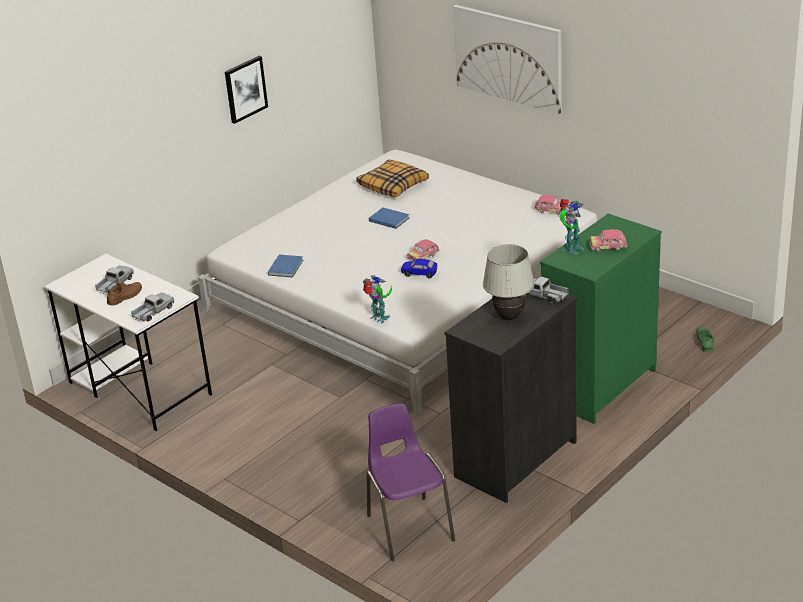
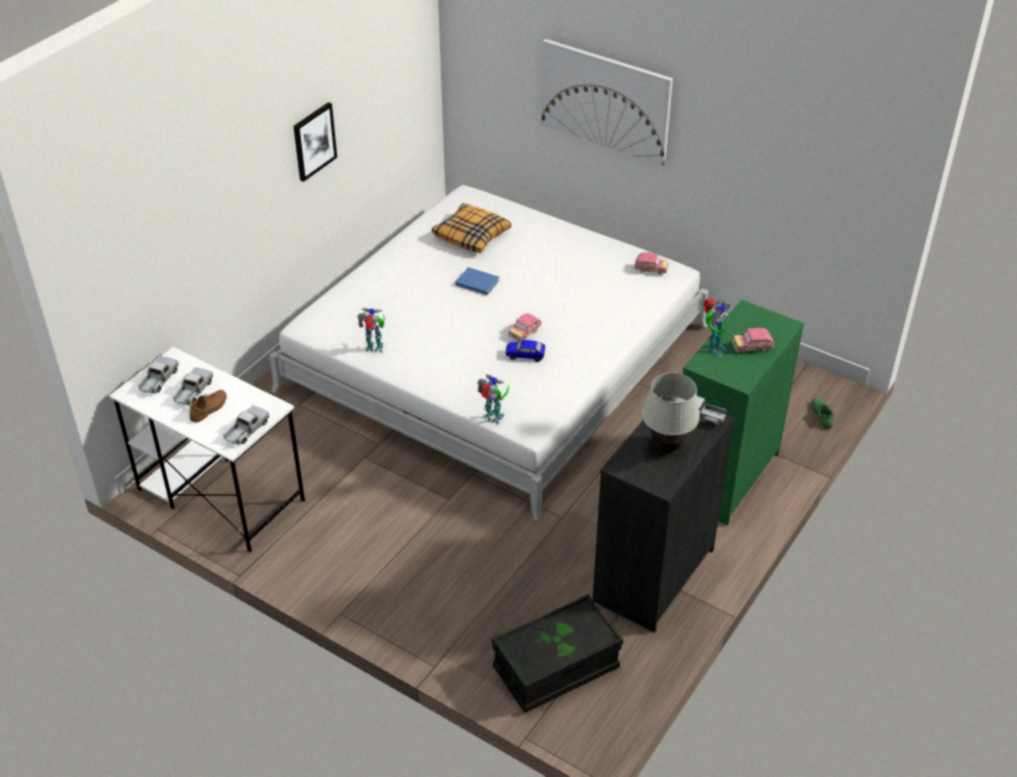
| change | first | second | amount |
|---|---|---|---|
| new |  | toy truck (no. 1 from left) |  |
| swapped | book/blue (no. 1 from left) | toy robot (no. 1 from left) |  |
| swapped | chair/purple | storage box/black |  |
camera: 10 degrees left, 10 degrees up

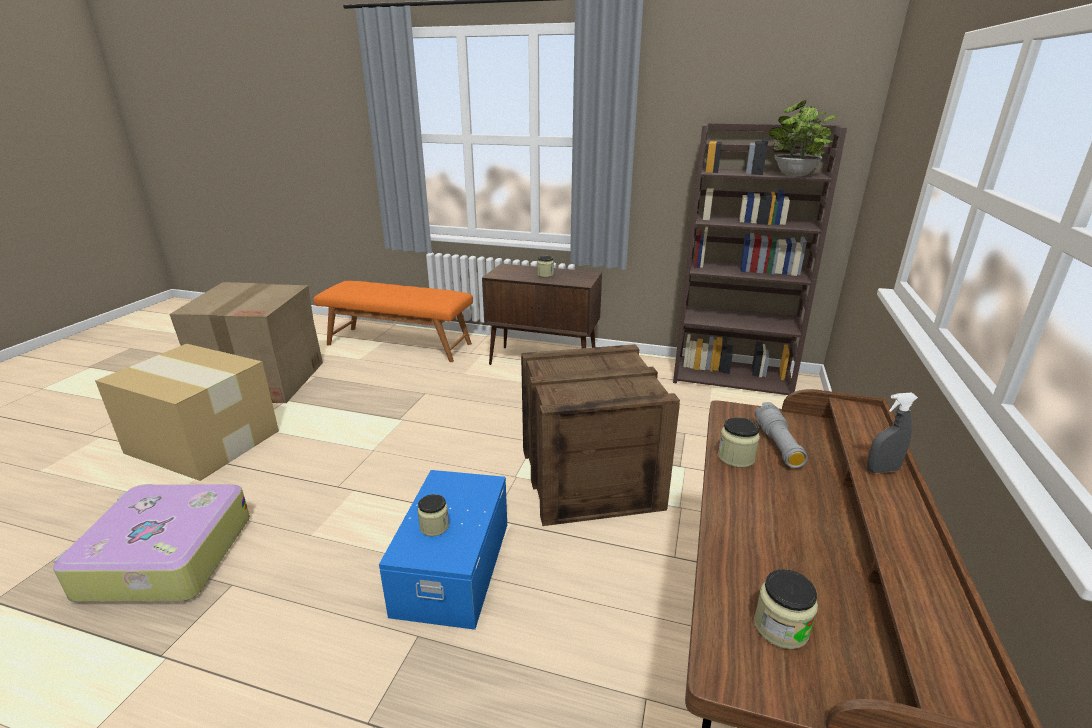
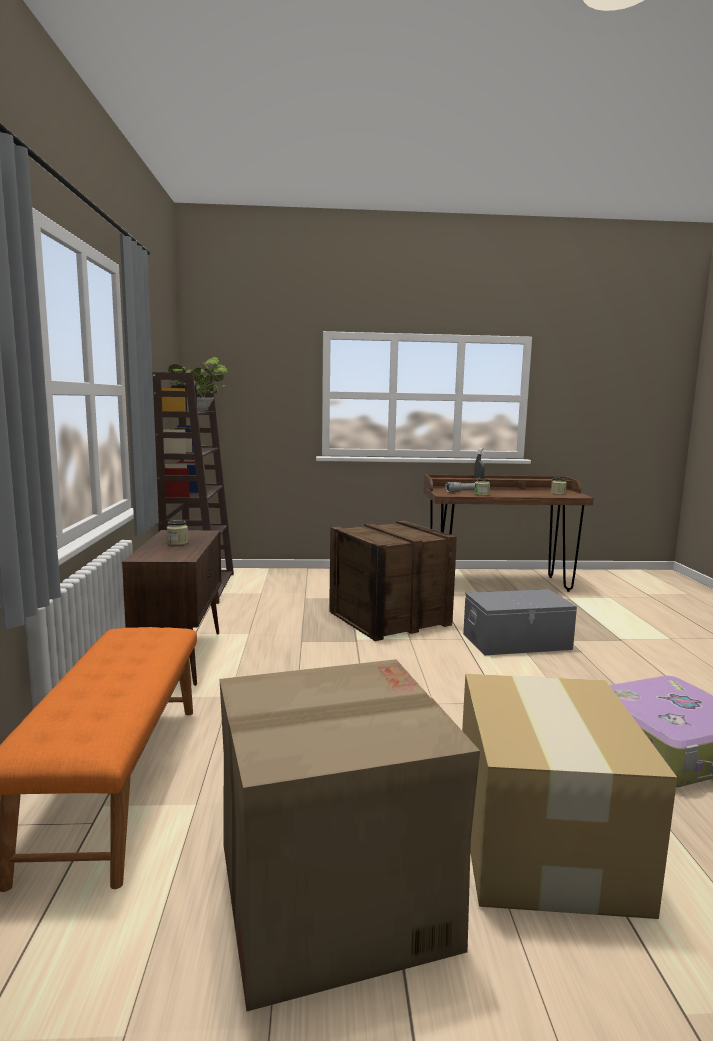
| change | first | second | amount |
|---|---|---|---|
| gone | jar (no. 1 from left) |  |  |
| repainted | storage box/blue | storage box/grey |  |
camera: 110 degrees left, 15 degrees down

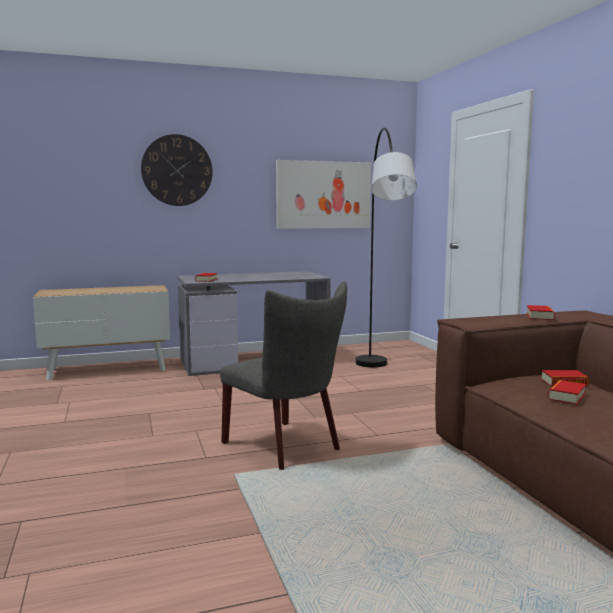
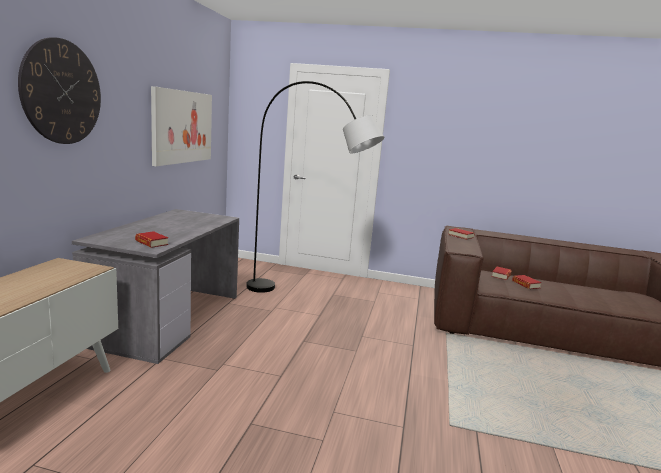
| change | first | second | amount |
|---|---|---|---|
| gone | chair/grey |  |  |
camera: 60 degrees left, 5 degrees up

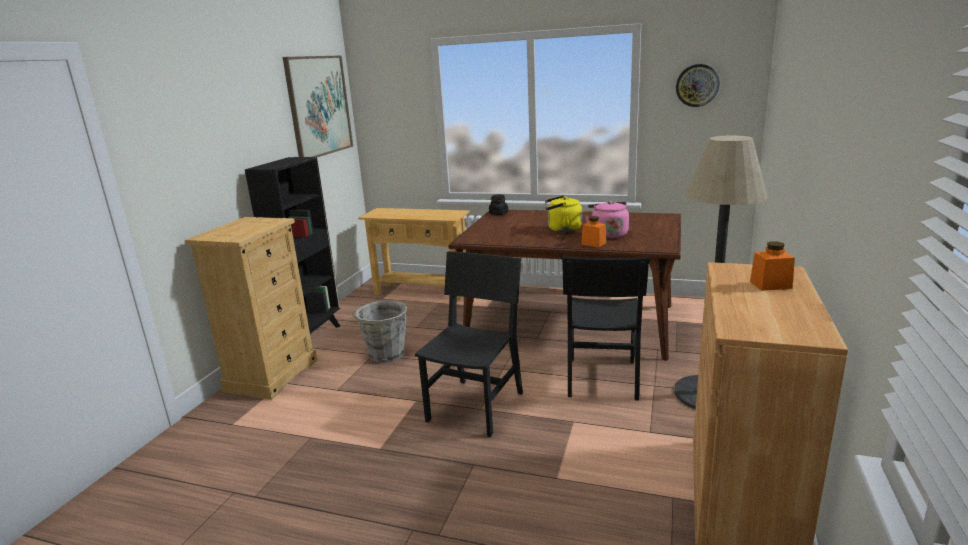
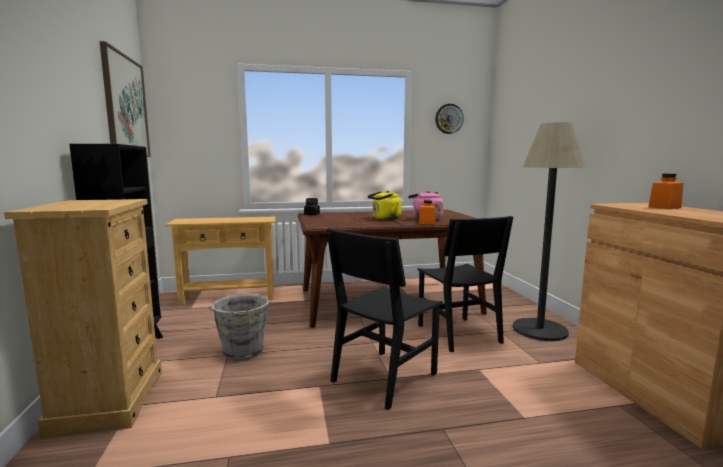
| change | first | second | amount |
|---|---|---|---|
| rotated | chair/black (no. 1 from left) |  | 135 degrees counterclockwise |
camera: 30 degrees left, 10 degrees down

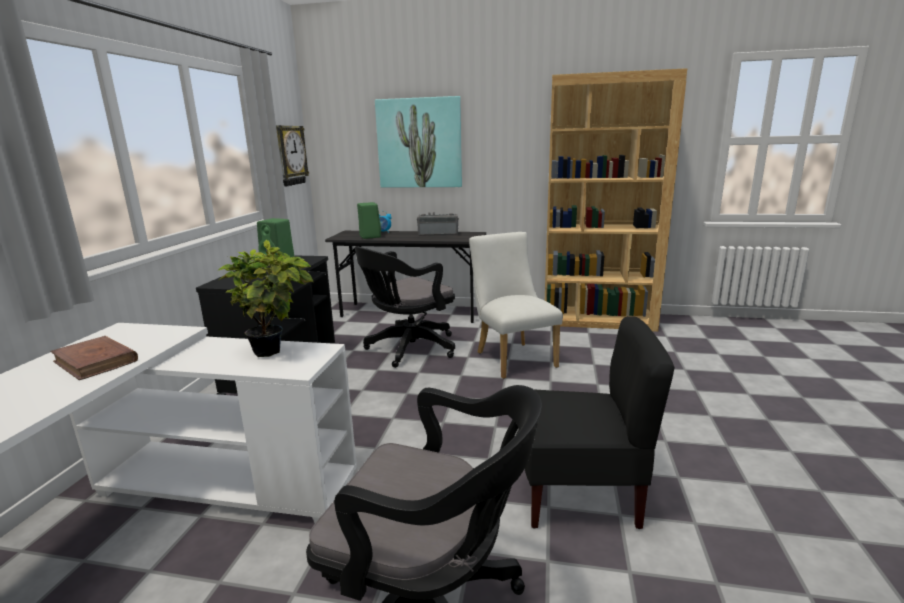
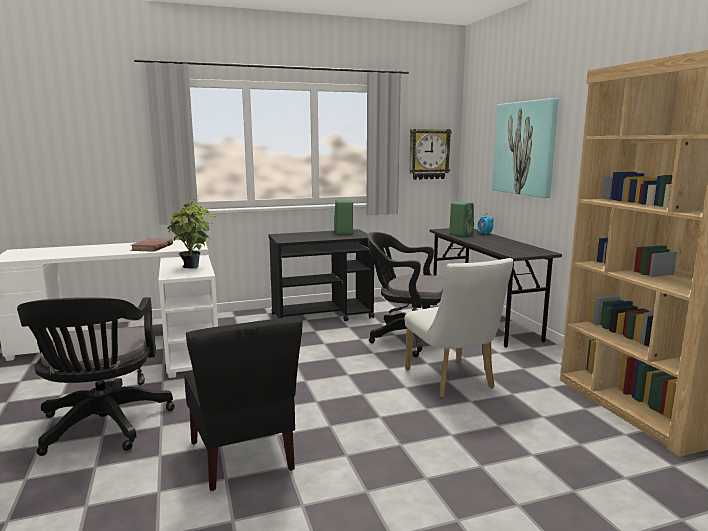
| change | first | second | amount |
|---|---|---|---|
| gone | radio |  |  |
| rotated | chair/white |  | 120 degrees clockwise |
camera: 60 degrees right, 5 degrees down

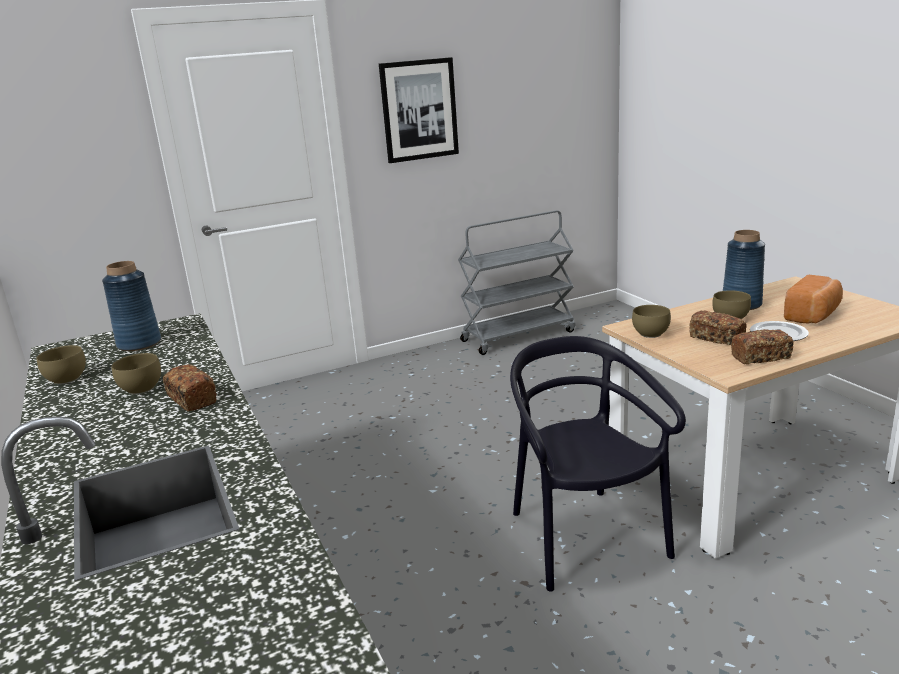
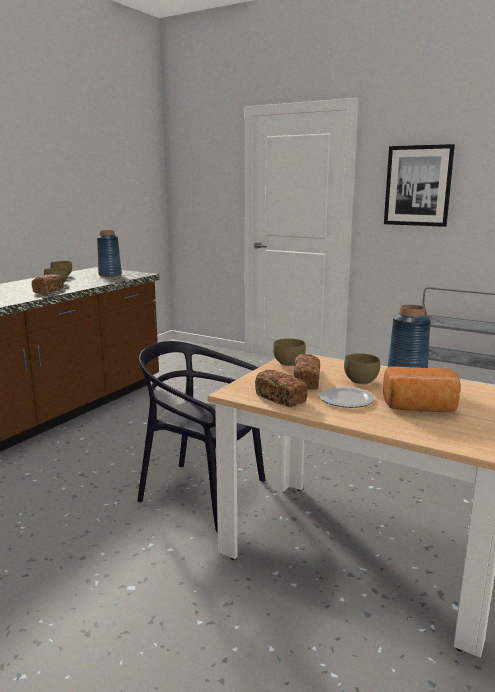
| change | first | second | amount |
|---|---|---|---|
| rotated | chair/black |  | 105 degrees counterclockwise |
camera: 55 degrees right, 5 degrees down

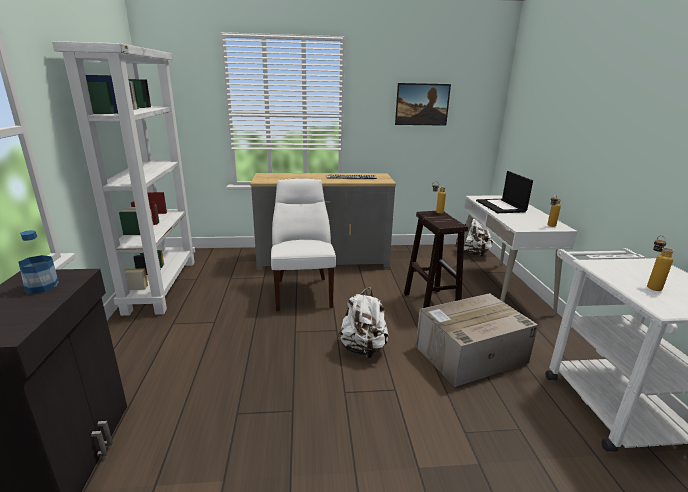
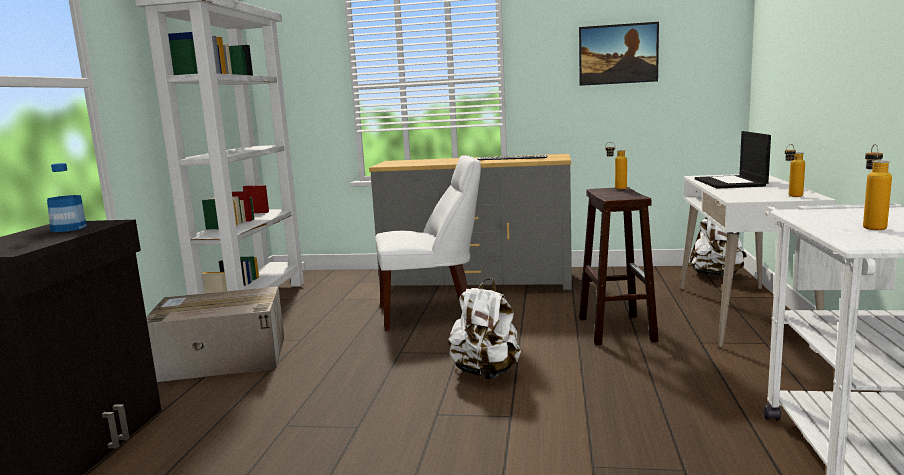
| change | first | second | amount |
|---|---|---|---|
| shifted | cardboard box |  |  |
| rotated | chair/white |  | 75 degrees clockwise |
camera: 15 degrees right, 10 degrees down

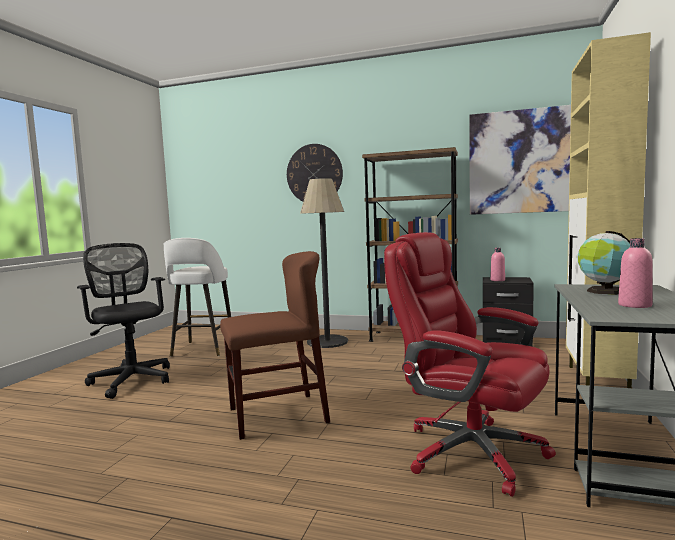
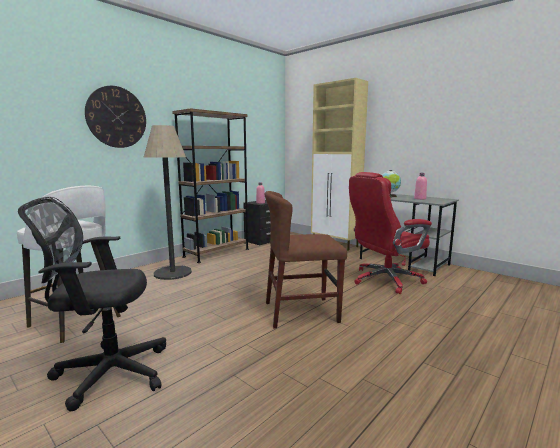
| change | first | second | amount |
|---|---|---|---|
| gone | picture |  |  |
| rotated | chair/brown |  | 105 degrees counterclockwise |
camera: 65 degrees left, 5 degrees up

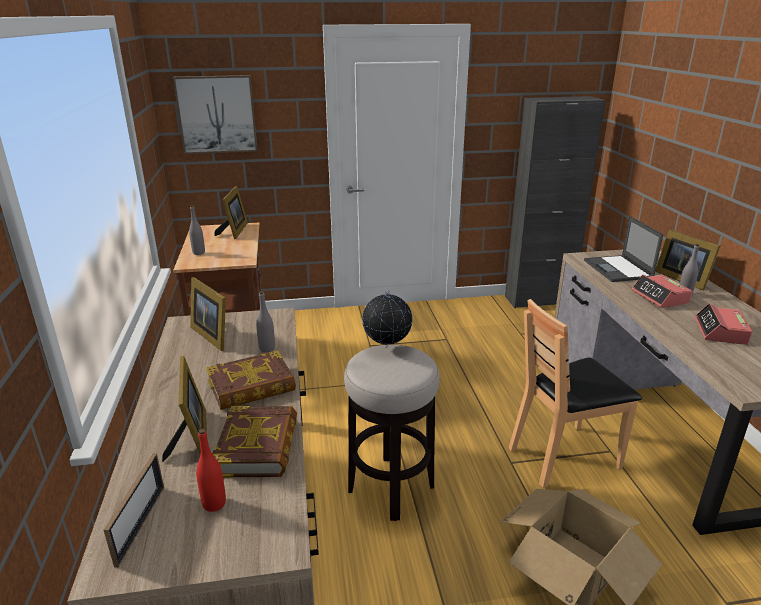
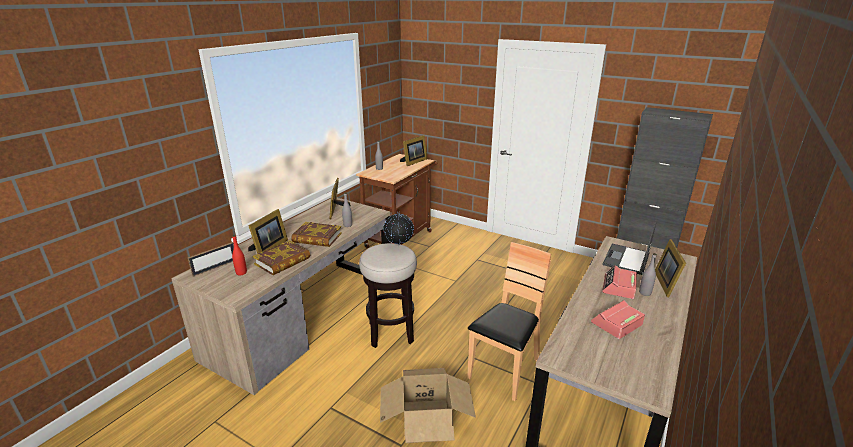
| change | first | second | amount |
|---|---|---|---|
| gone | picture |  |  |
| rotated | chair/brown |  | 105 degrees clockwise |
camera: 40 degrees right, 0 degrees up

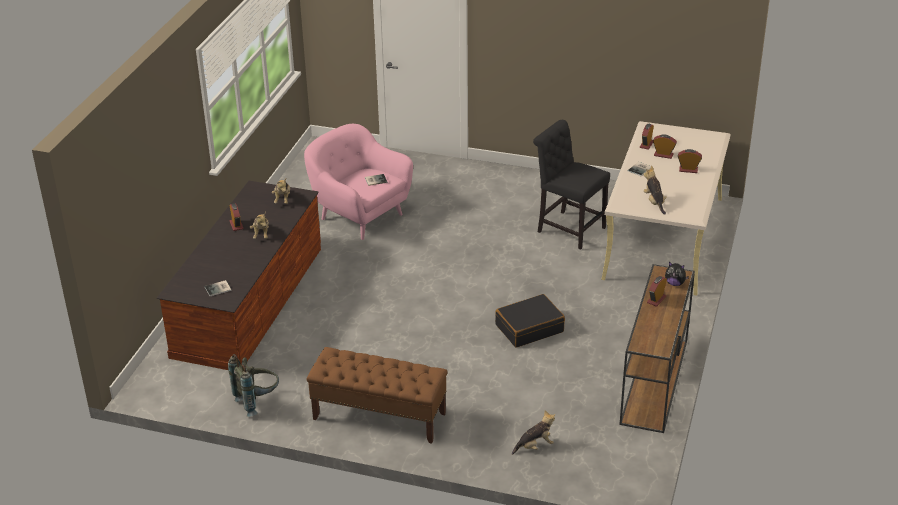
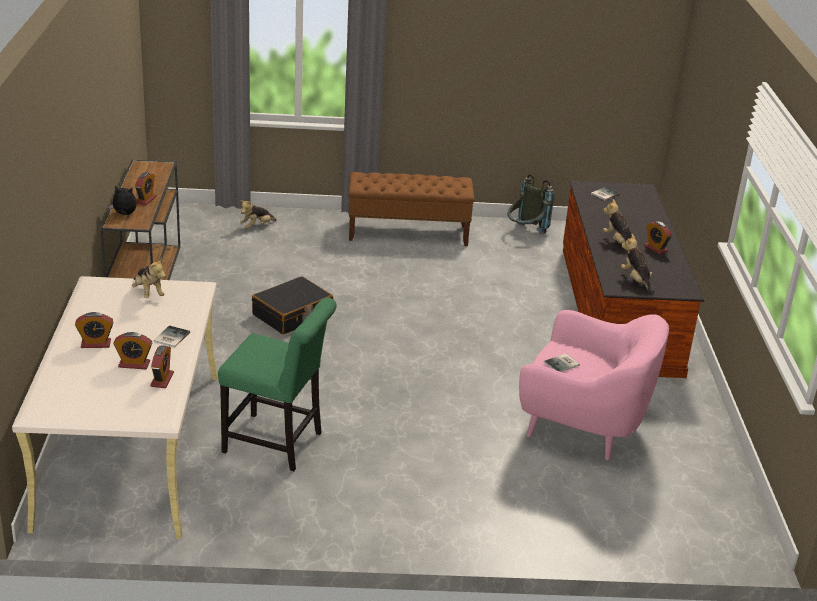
| change | first | second | amount |
|---|---|---|---|
| repainted | chair/black | chair/green |  |
camera: 160 degrees right, 5 degrees down

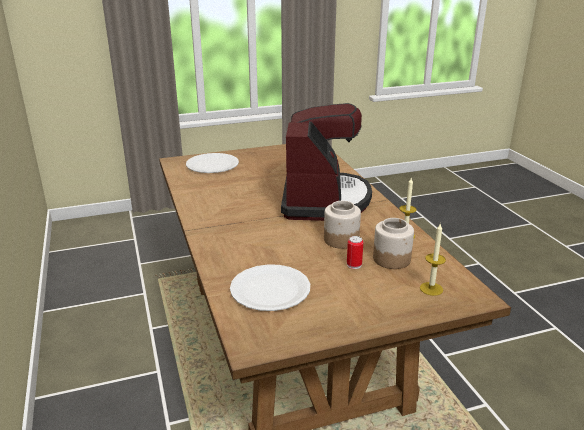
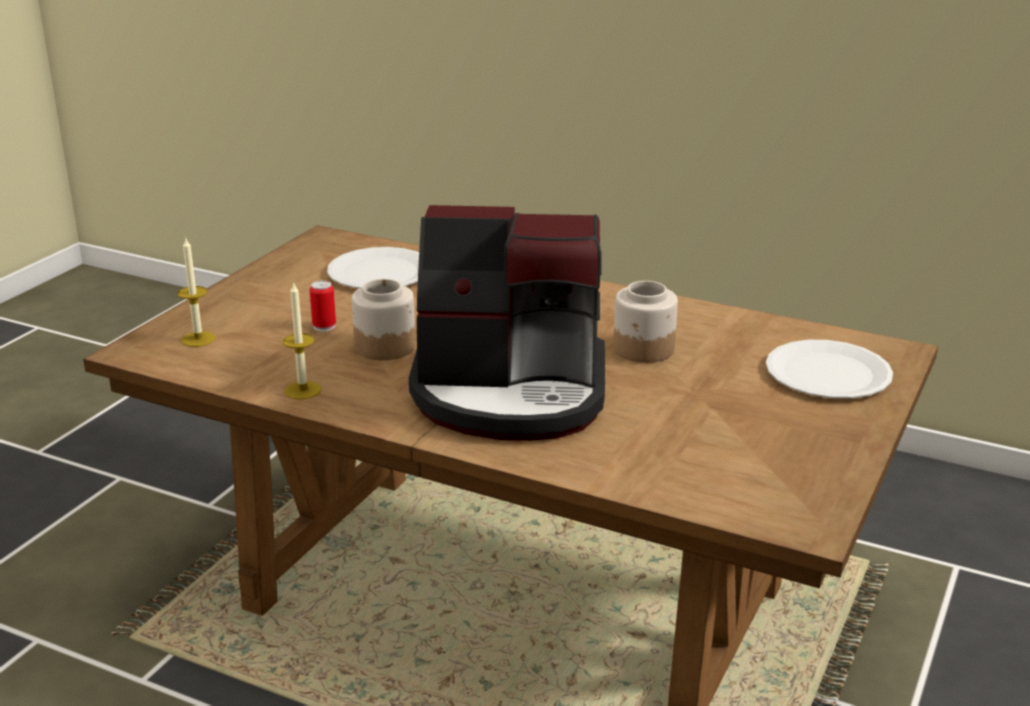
| change | first | second | amount |
|---|---|---|---|
| shifted | jar (no. 2 from left) |  |  |
| rotated | coffee machine |  | 45 degrees counterclockwise |
camera: 135 degrees right, 0 degrees up

